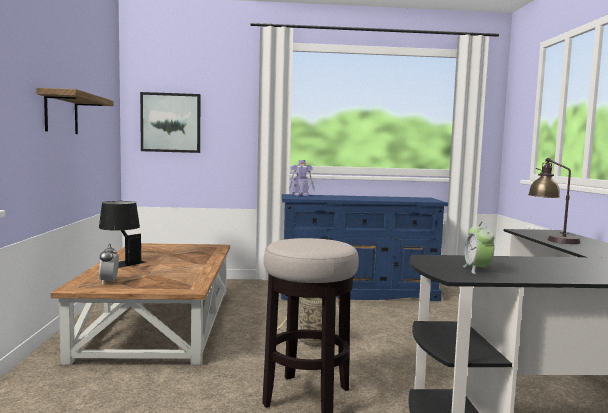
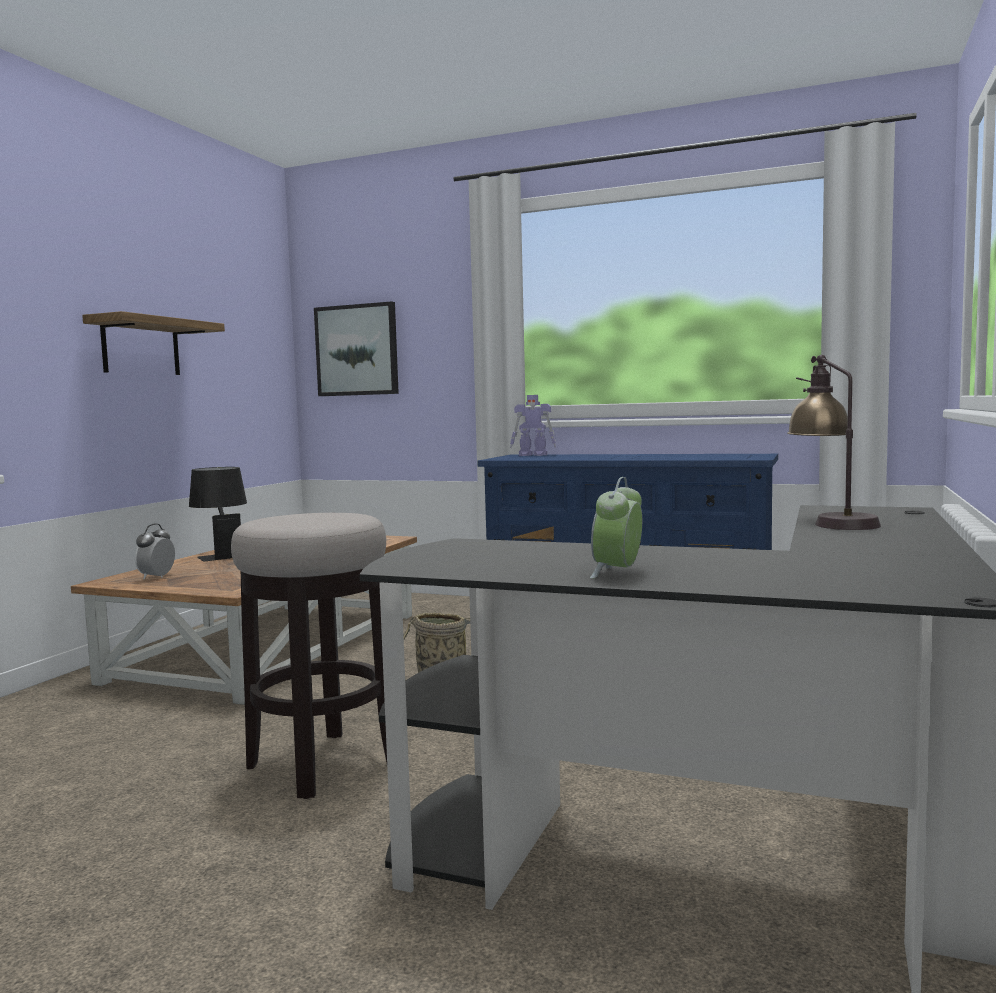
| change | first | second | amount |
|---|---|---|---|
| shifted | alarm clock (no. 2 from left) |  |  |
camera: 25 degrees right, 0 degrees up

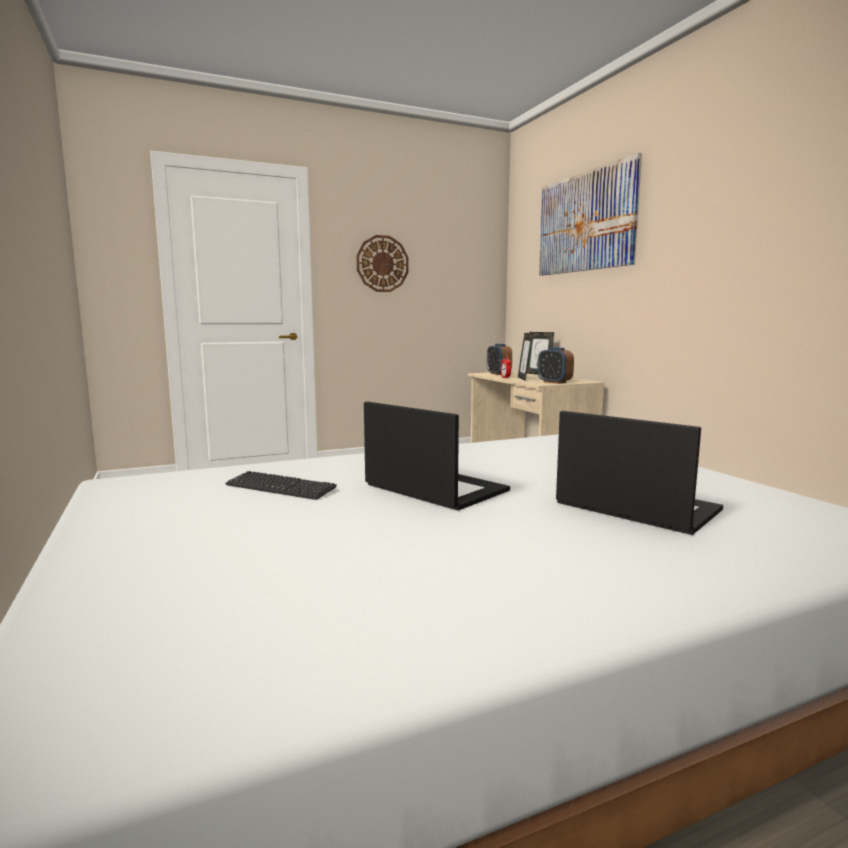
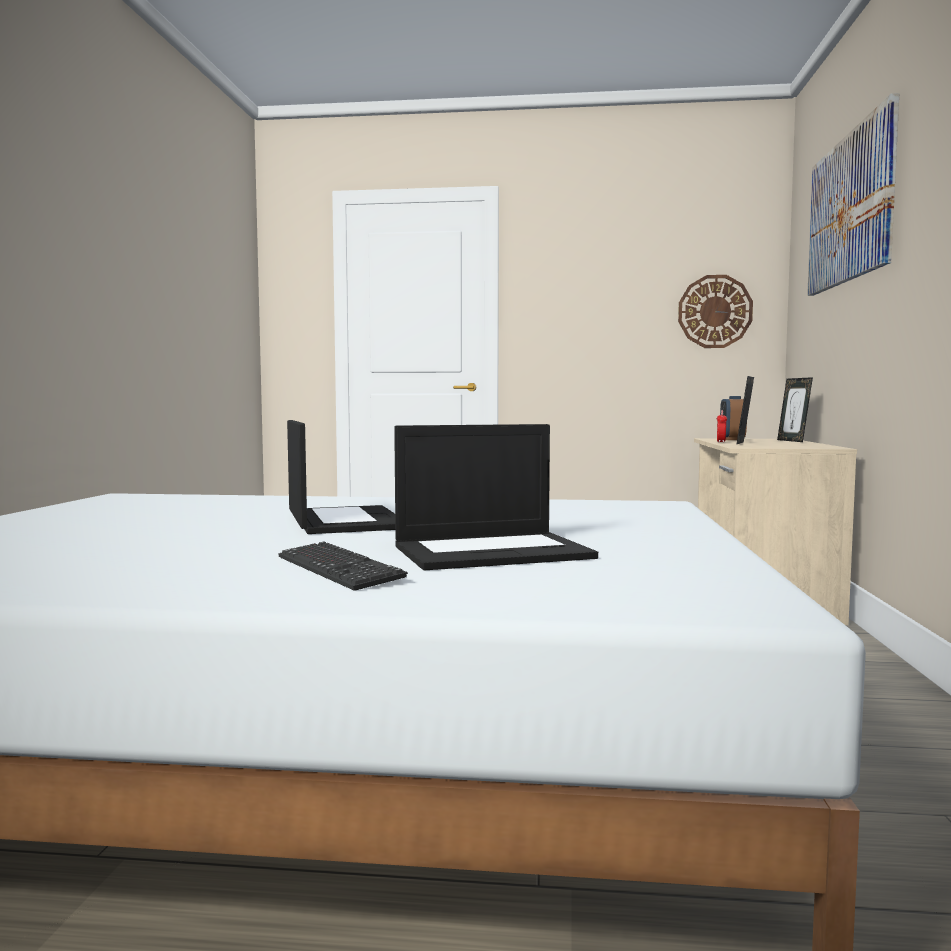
| change | first | second | amount |
|---|---|---|---|
| gone | alarm clock (no. 3 from left) |  |  |
| shifted | keyboard |  |  |
| shifted | wall clock |  |  |
| rotated | laptop (no. 2 from left) |  | 90 degrees clockwise |
camera: 30 degrees right, 5 degrees down

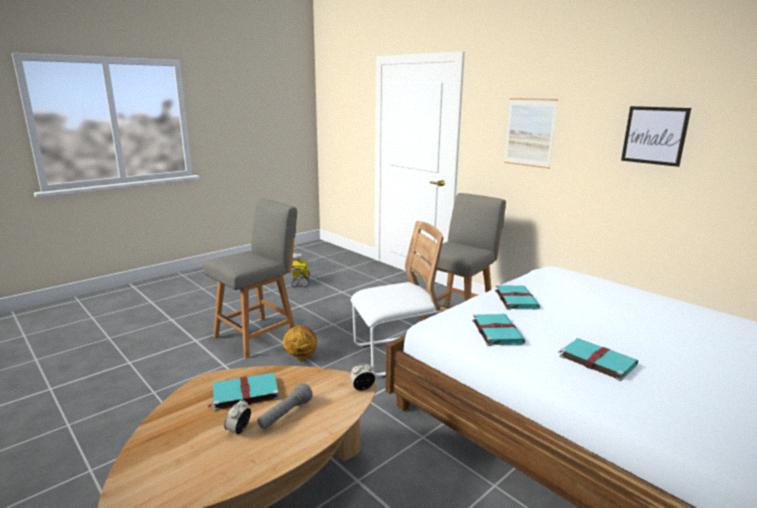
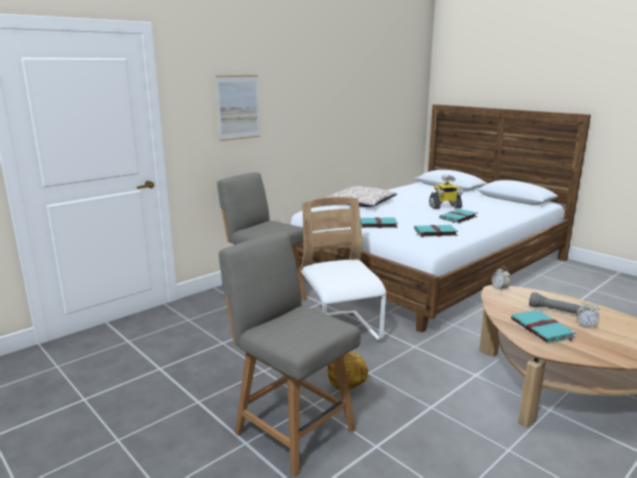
| change | first | second | amount |
|---|---|---|---|
| gone | picture (no. 2 from left) |  |  |
| new |  | pillow |  |
| shifted | toy robot |  |  |
camera: 90 degrees left, 0 degrees up

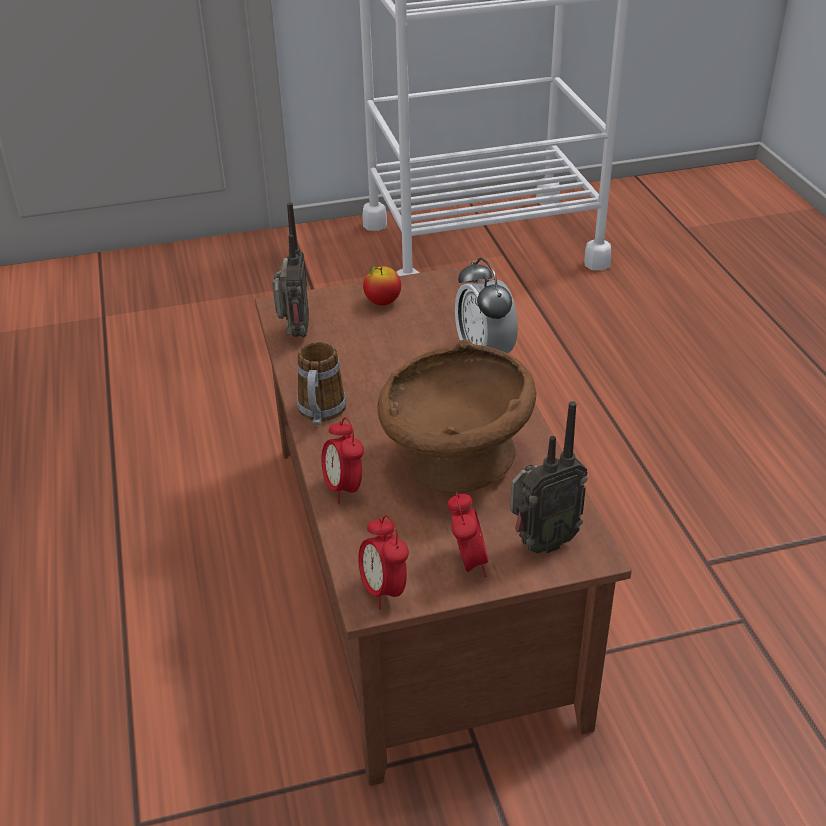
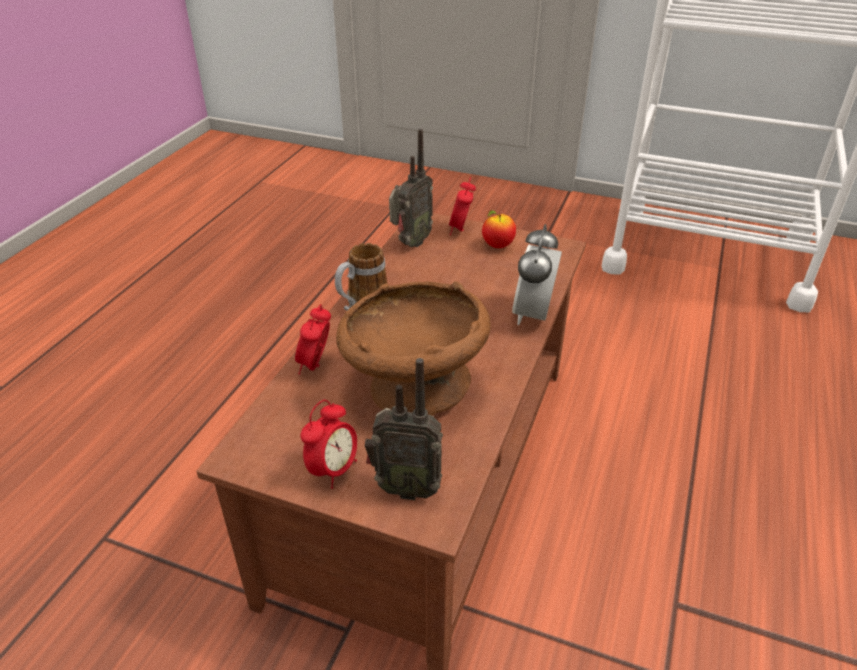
| change | first | second | amount |
|---|---|---|---|
| shifted | alarm clock (no. 2 from left in the first image) | alarm clock (no. 3 from left) |  |
camera: 35 degrees right, 0 degrees up

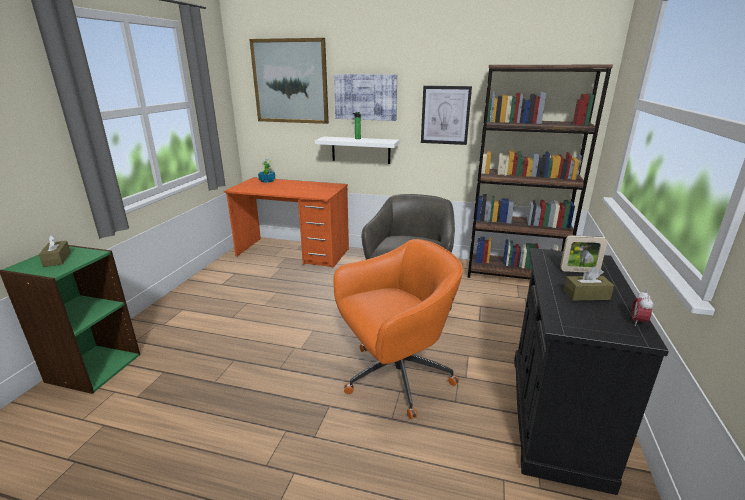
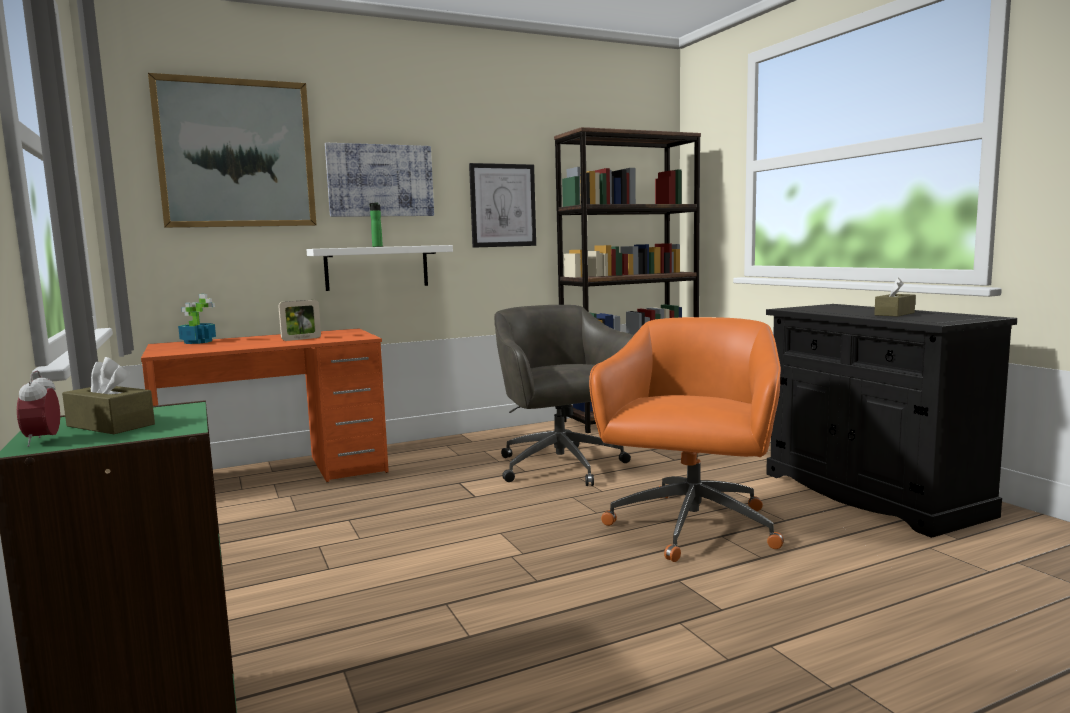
| change | first | second | amount |
|---|---|---|---|
| shifted | picture frame |  |  |
| shifted | alarm clock |  |  |
camera: 40 degrees left, 15 degrees down

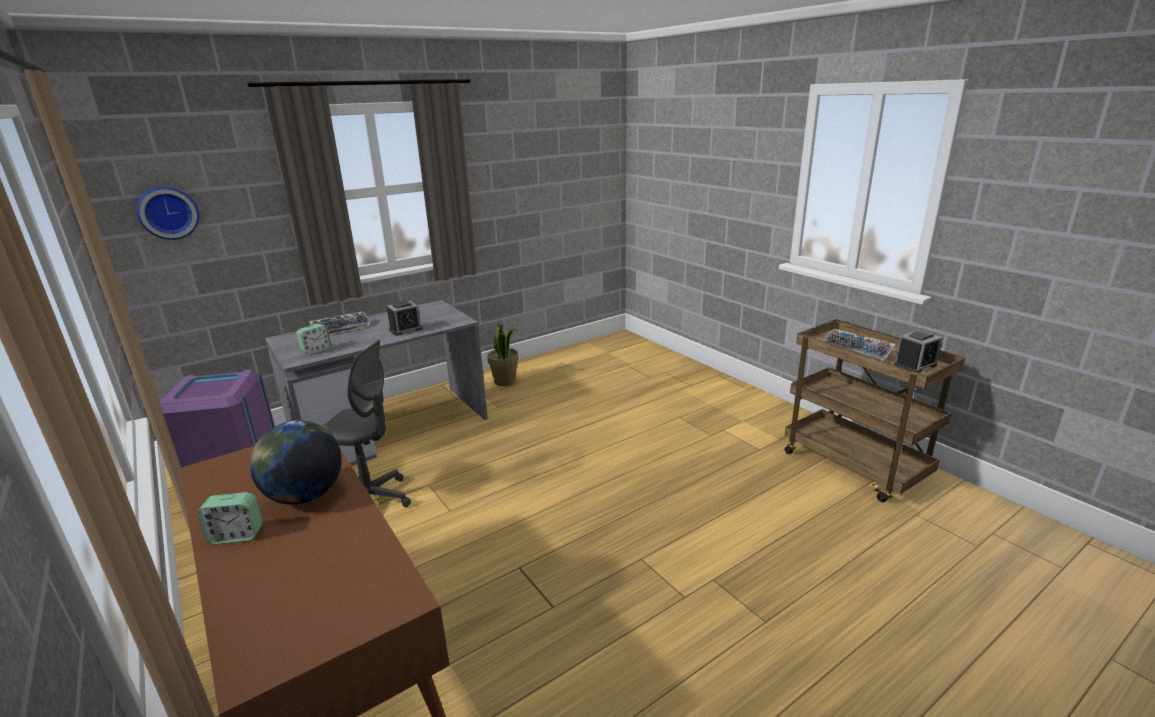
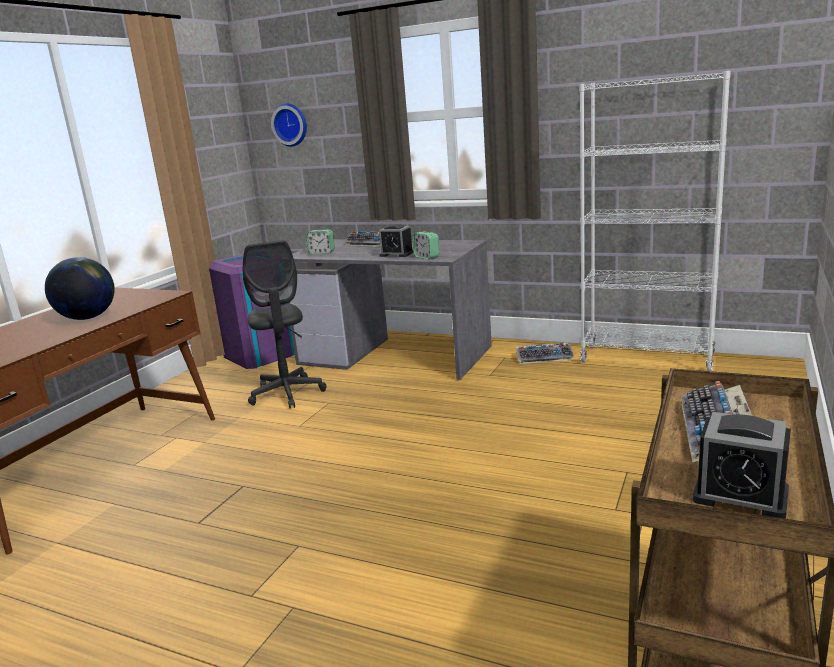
| change | first | second | amount |
|---|---|---|---|
| new |  | bookcase/white |  |
| shifted | alarm clock (no. 1 from left in the first image) | alarm clock (no. 3 from left) |  |
| swapped | potted plant | keyboard (no. 2 from left) |  |
camera: 60 degrees right, 5 degrees down

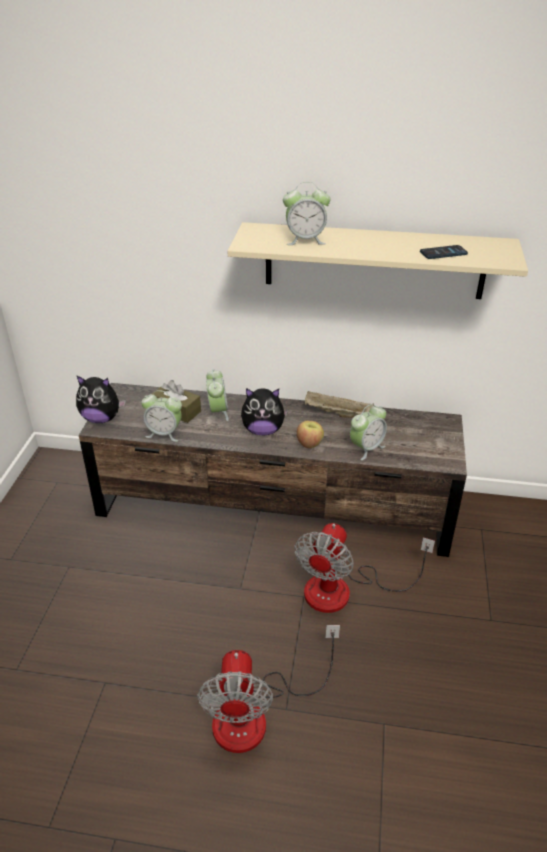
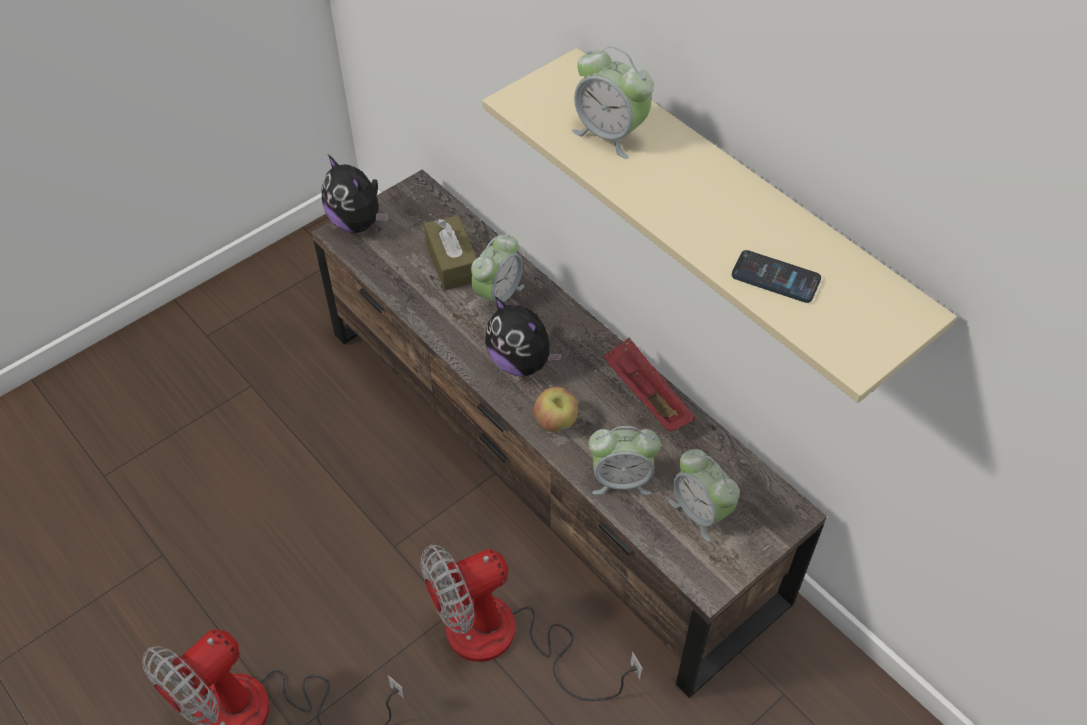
| change | first | second | amount |
|---|---|---|---|
| shifted | alarm clock (no. 1 from left in the first image) | alarm clock (no. 4 from left) |  |
| repainted | tray/beige | tray/red |  |
camera: 40 degrees right, 15 degrees up

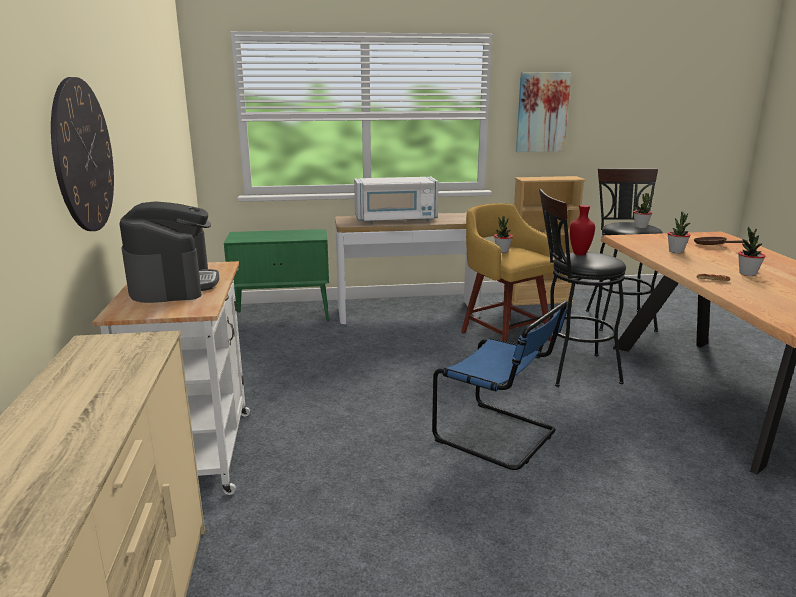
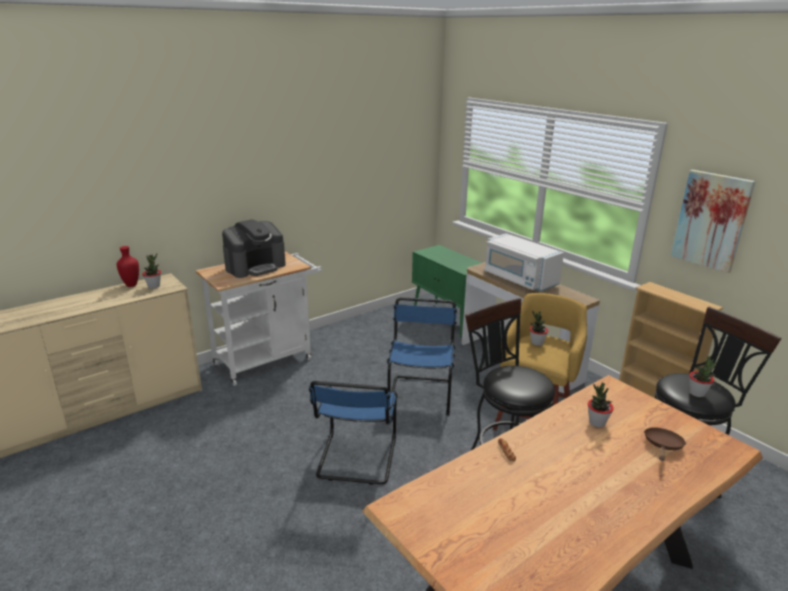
| change | first | second | amount |
|---|---|---|---|
| gone | wall clock |  |  |
| new |  | chair/blue (no. 2 from left) |  |
| shifted | vase/red |  |  |
| shifted | potted plant (no. 4 from left in the first image) | potted plant (no. 1 from left) |  |
camera: 60 degrees right, 5 degrees up

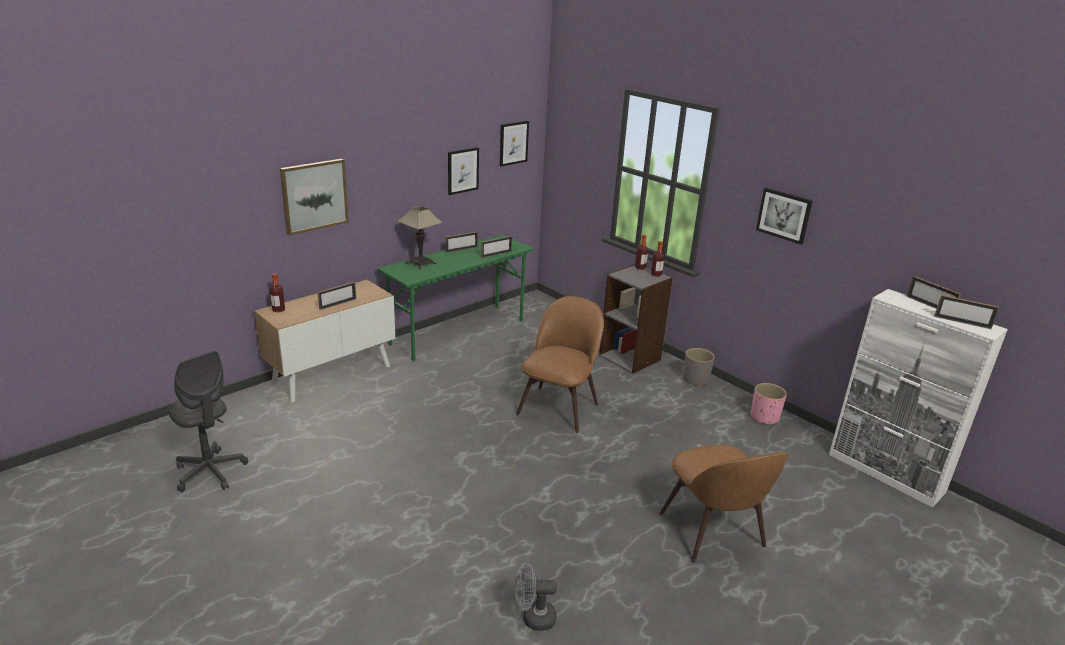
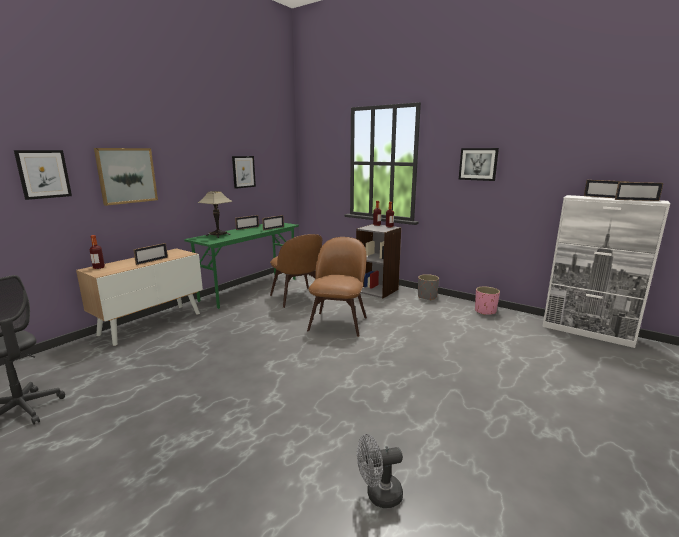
| change | first | second | amount |
|---|---|---|---|
| shifted | picture (no. 3 from left in the first image) | picture (no. 1 from left) |  |
| shifted | chair/brown (no. 2 from left in the first image) | chair/brown (no. 1 from left) |  |
camera: 10 degrees left, 10 degrees down

